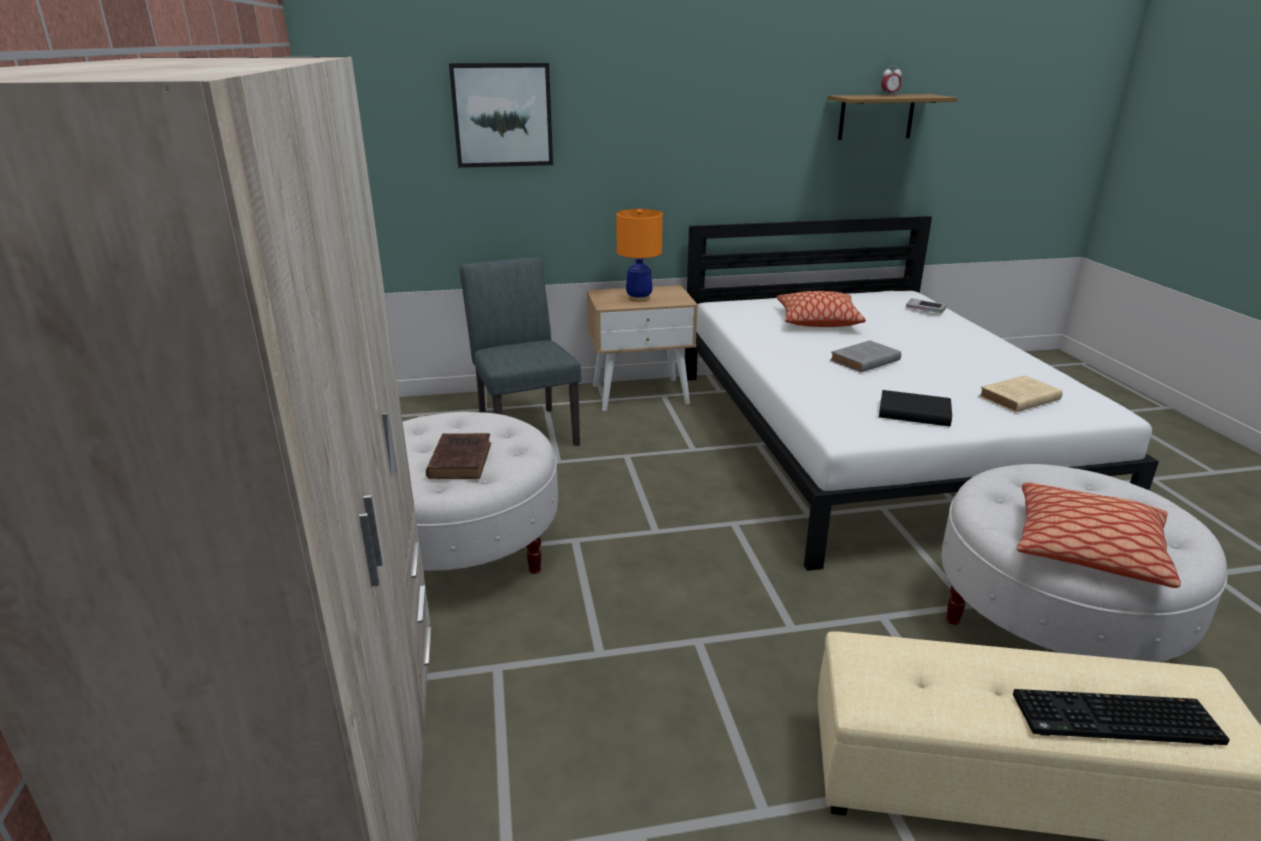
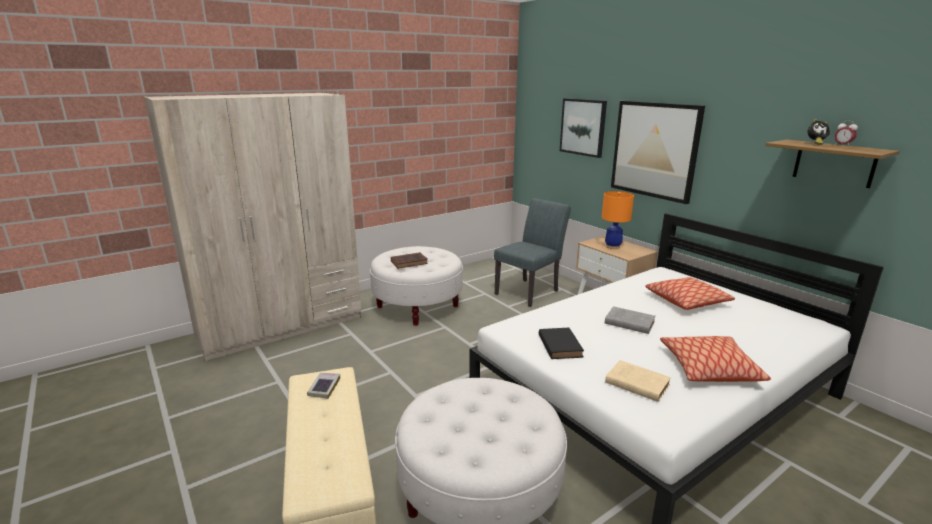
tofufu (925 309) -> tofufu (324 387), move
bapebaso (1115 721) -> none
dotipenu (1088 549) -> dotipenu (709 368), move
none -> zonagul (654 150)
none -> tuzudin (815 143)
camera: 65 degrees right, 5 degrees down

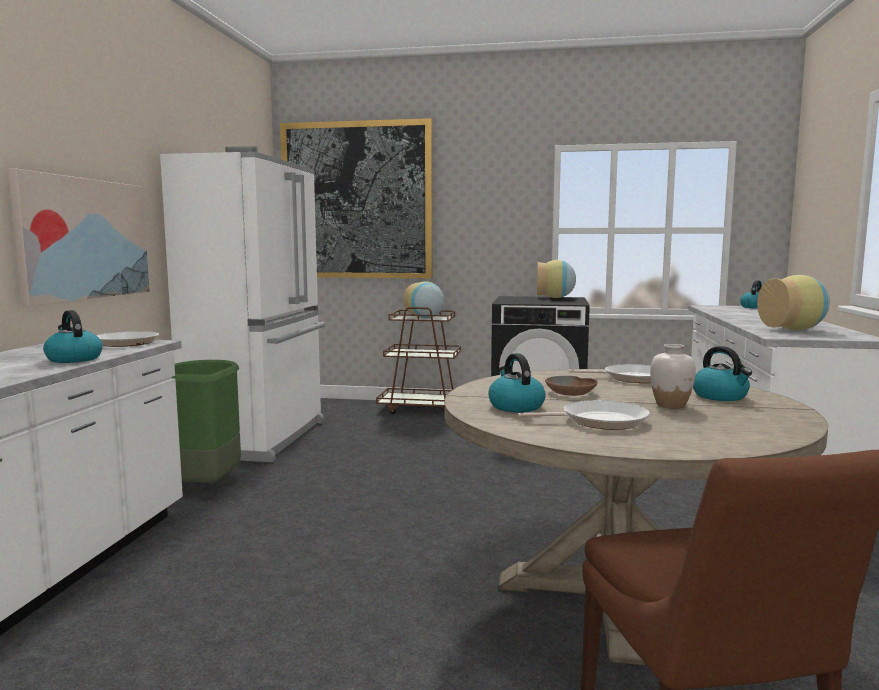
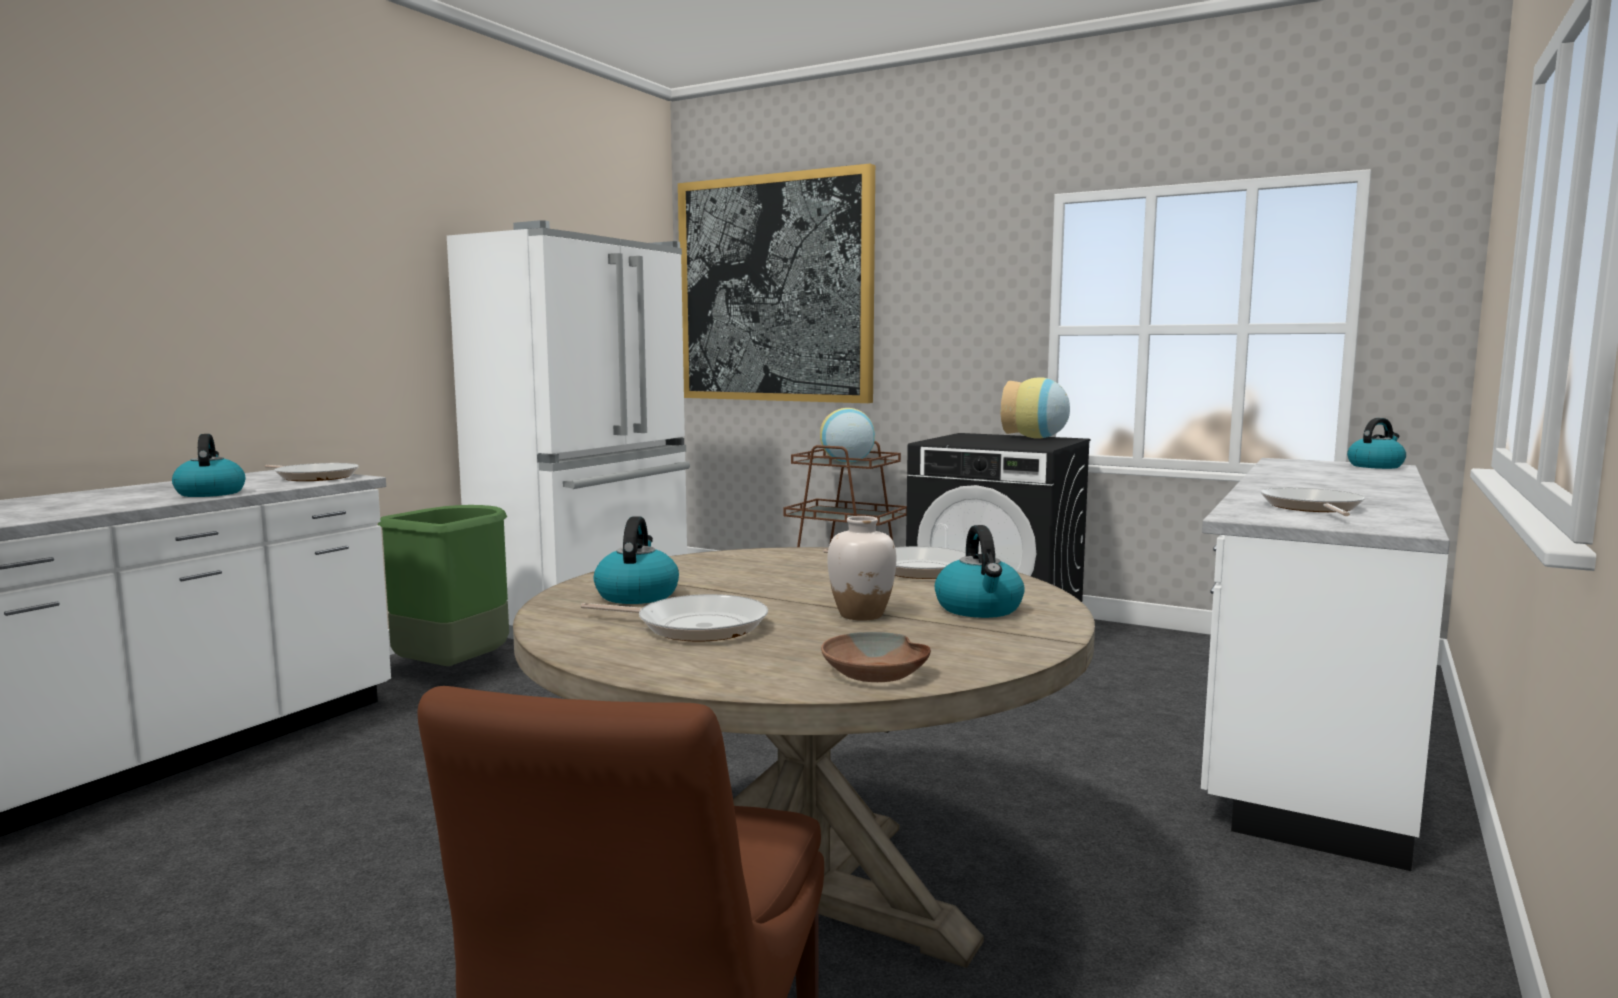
zonagul (84 239) -> none
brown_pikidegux (571 392) -> brown_pikidegux (875 673), move
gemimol (794 329) -> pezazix (1312 508)
camera: 20 degrees right, 0 degrees up

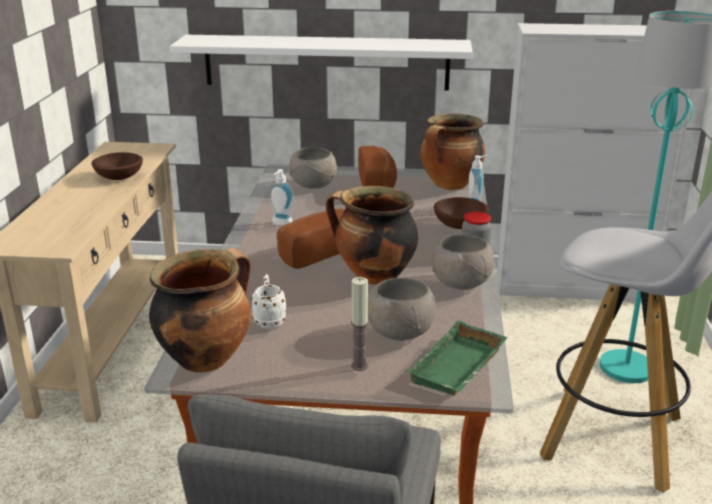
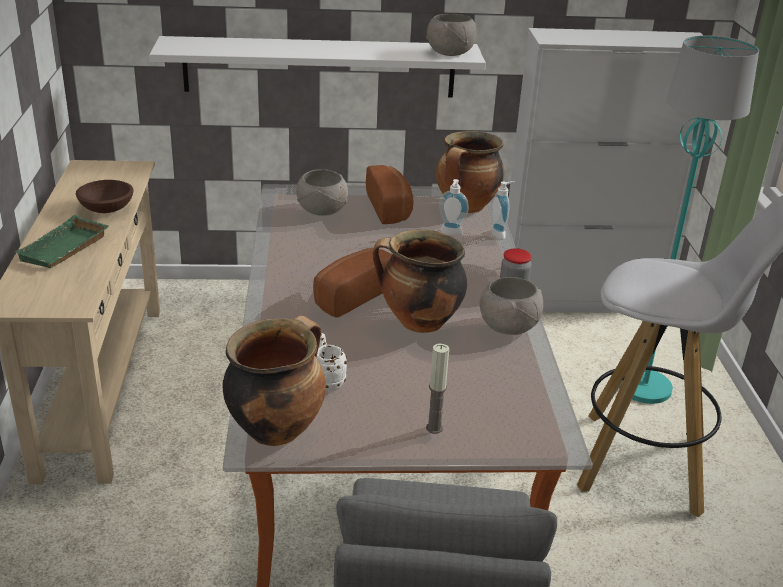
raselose (281 224) -> raselose (450 233), move
grey_pikidegux (401 332) -> grey_pikidegux (451 53), move
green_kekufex (460 368) -> green_kekufex (65 250), move
brown_pikidegux (459 226) -> none
camera: 10 degrees left, 5 degrees up

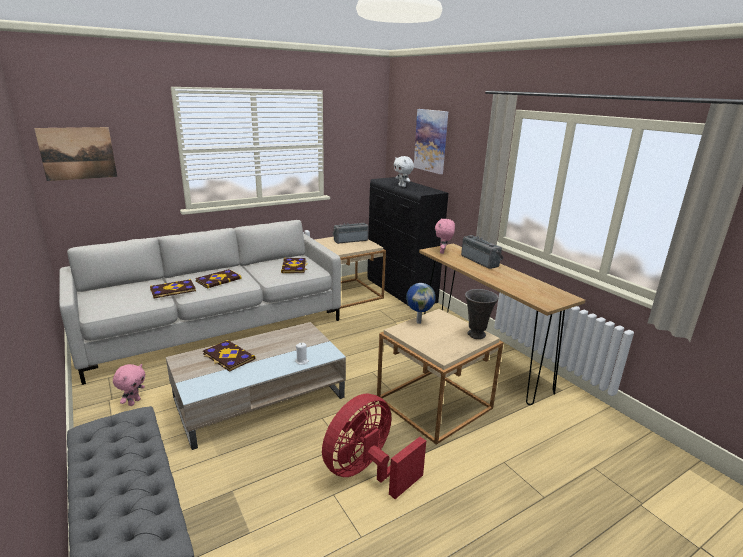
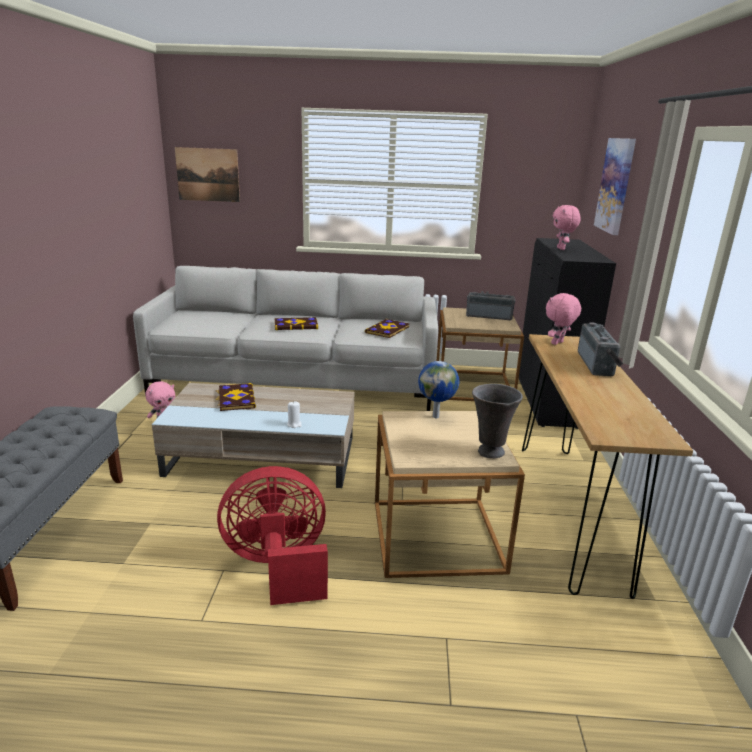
tofufu (173 290) -> none
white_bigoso (402 186) -> pink_bigoso (561 249)
camera: 35 degrees right, 0 degrees up

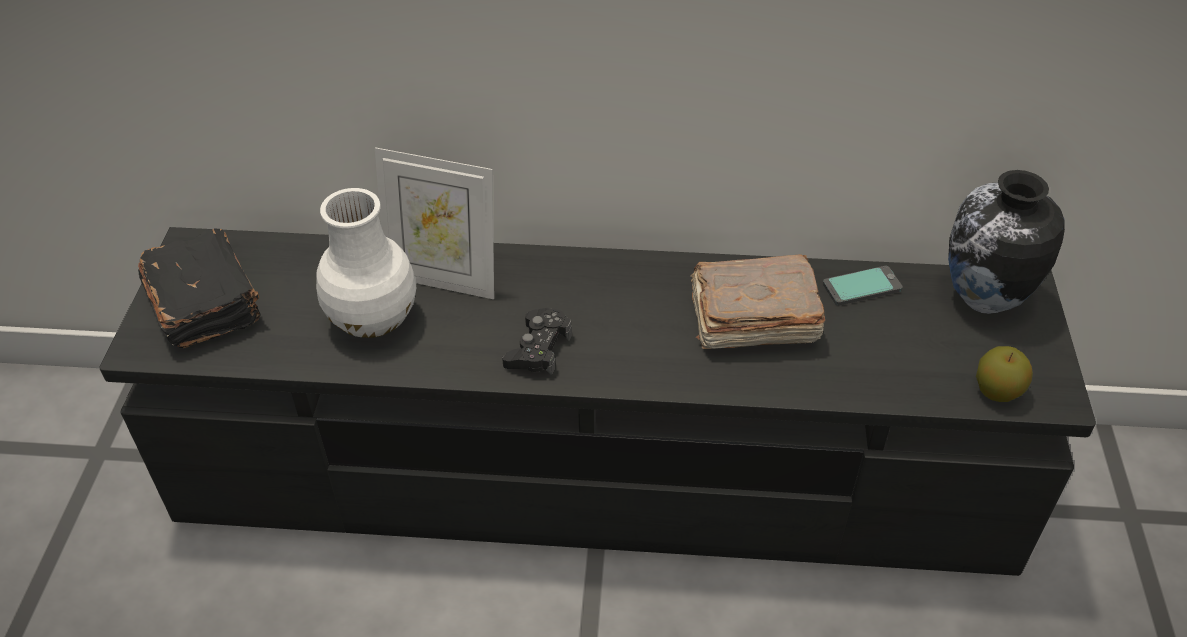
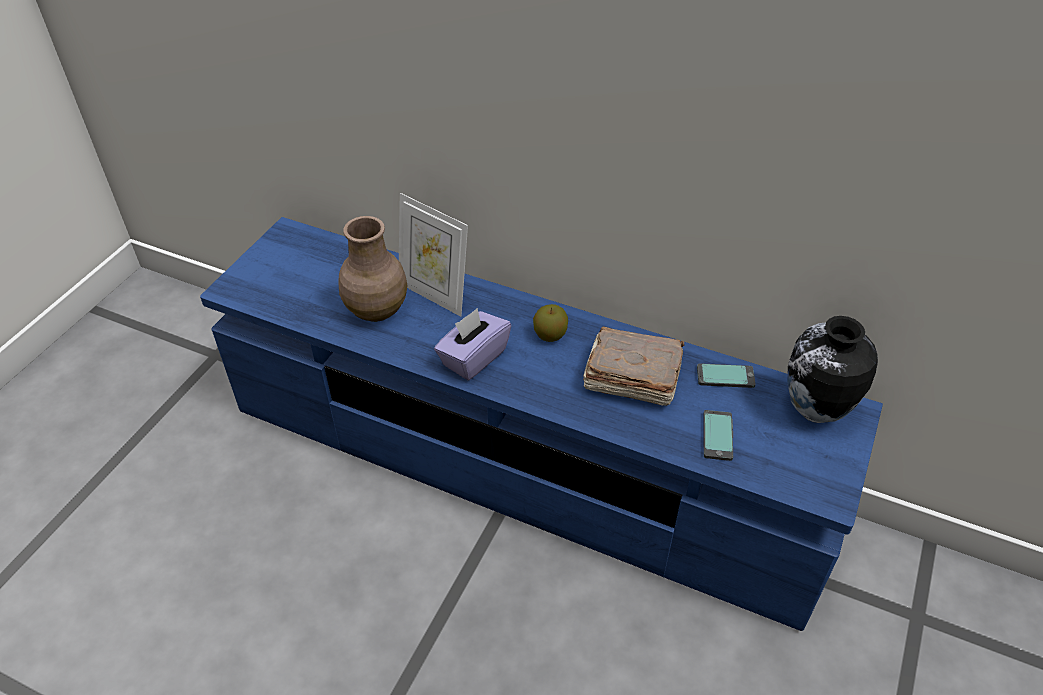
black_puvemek (594 476) -> blue_puvemek (521 463)
black_tofufu (206 303) -> none
white_gemimol (372 320) -> brown_gemimol (376 309)
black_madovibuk (538 349) -> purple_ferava (473 358)
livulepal (997 391) -> livulepal (550 335), move
none -> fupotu (718 436)
camera: 20 degrees right, 0 degrees up

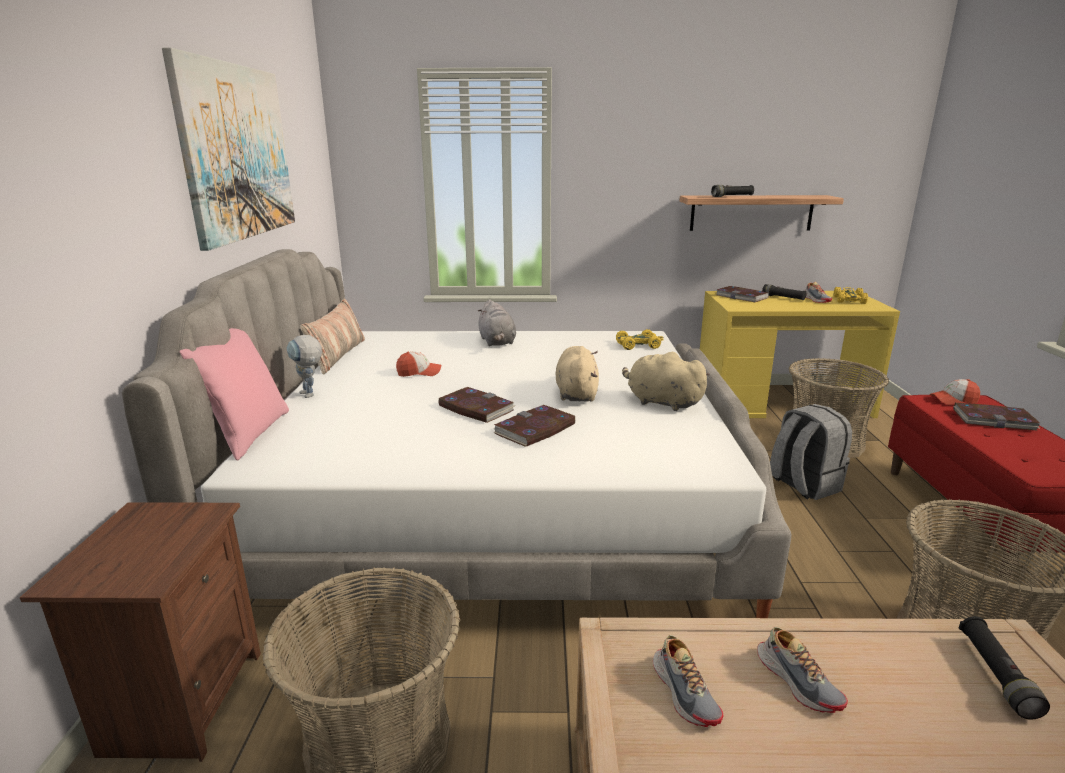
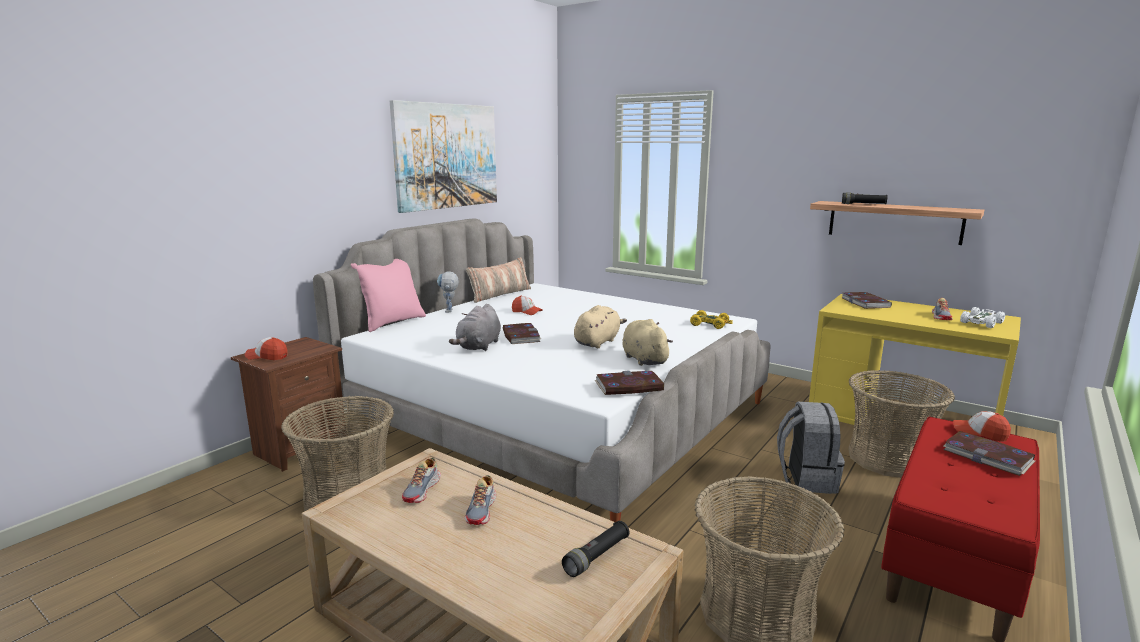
grey_bigoso (497 342) -> grey_bigoso (478 346), move
tofufu (535 429) -> tofufu (629 386), move
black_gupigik (783 298) -> none
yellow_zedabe (848 300) -> white_zedabe (981 322)
none -> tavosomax (267 356)
camera: 35 degrees right, 5 degrees down

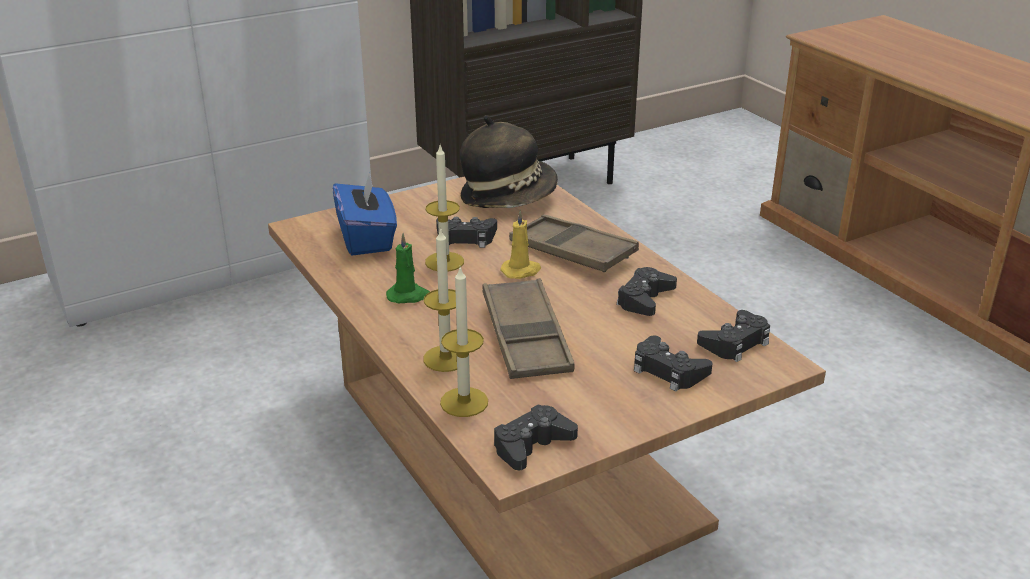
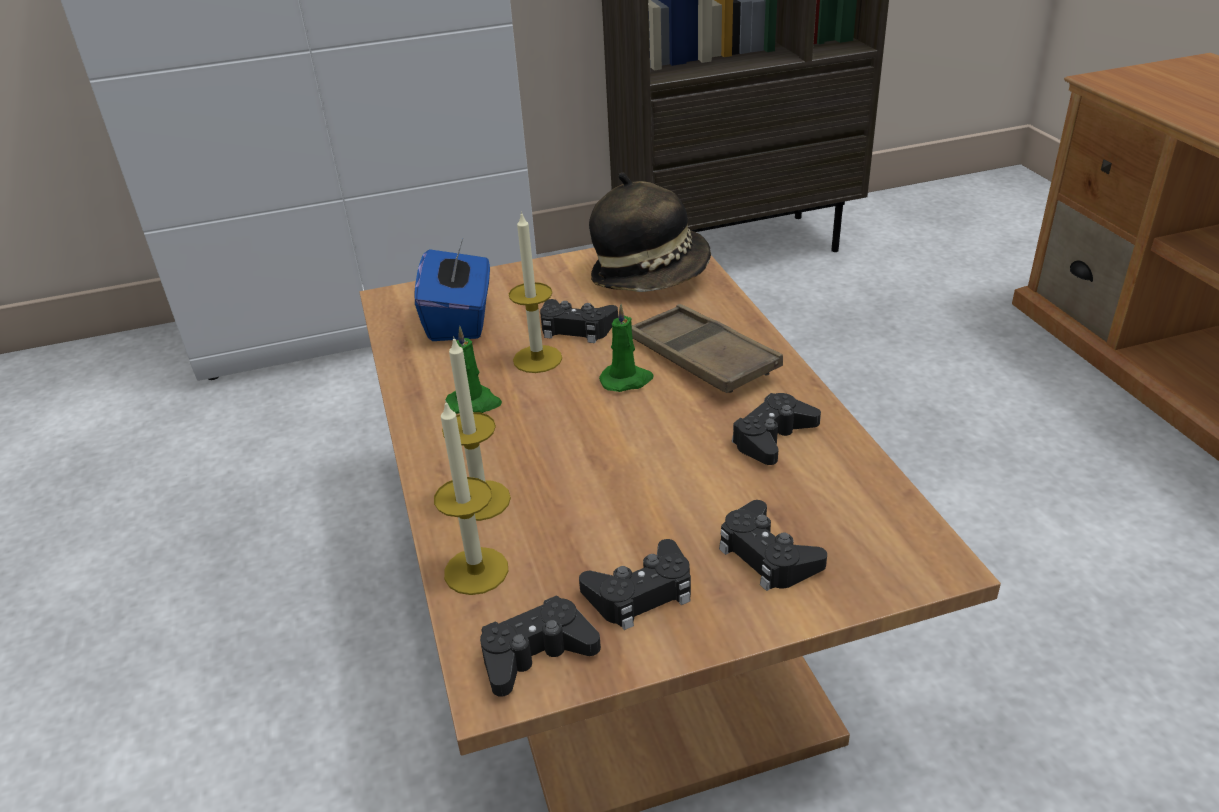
brown_kekufex (526 337) -> none
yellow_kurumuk (521 271) -> green_kurumuk (627 380)
black_madovibuk (735 343) -> black_madovibuk (641 593), move
camera: 15 degrees right, 5 degrees up

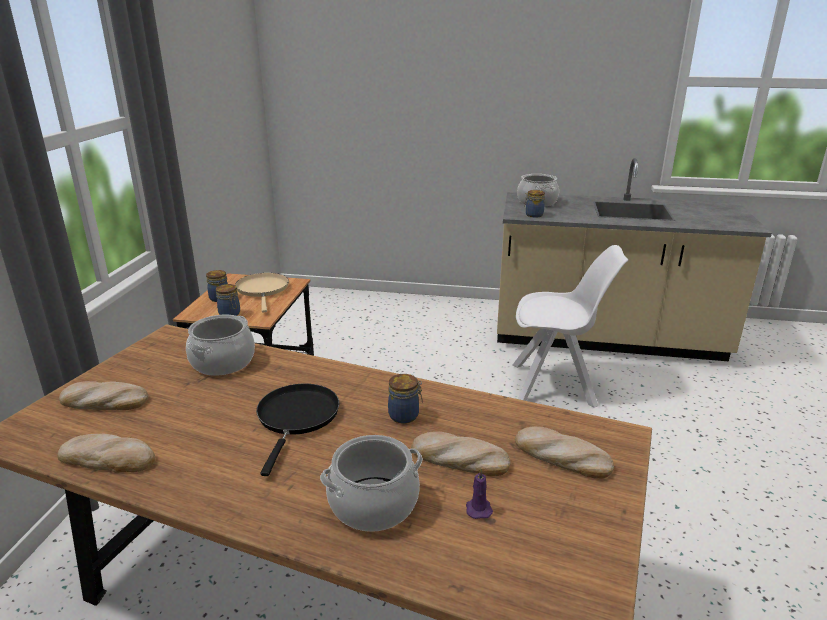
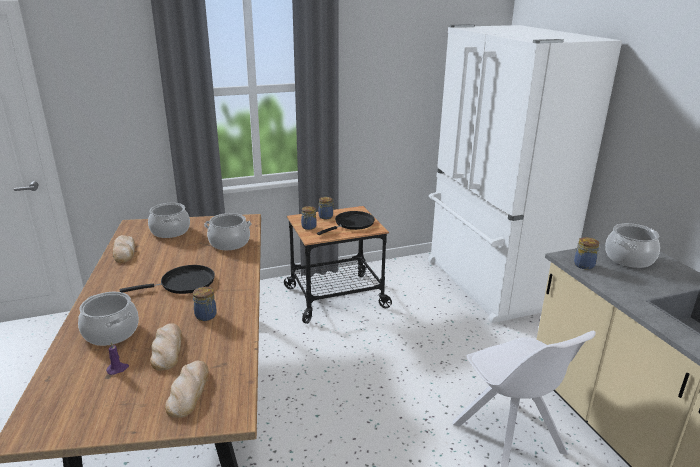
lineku (103 401) -> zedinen (170 231)
beige_pezazix (263 290) -> black_pezazix (352 224)
none -> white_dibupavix (489 283)
camera: 60 degrees right, 0 degrees up

